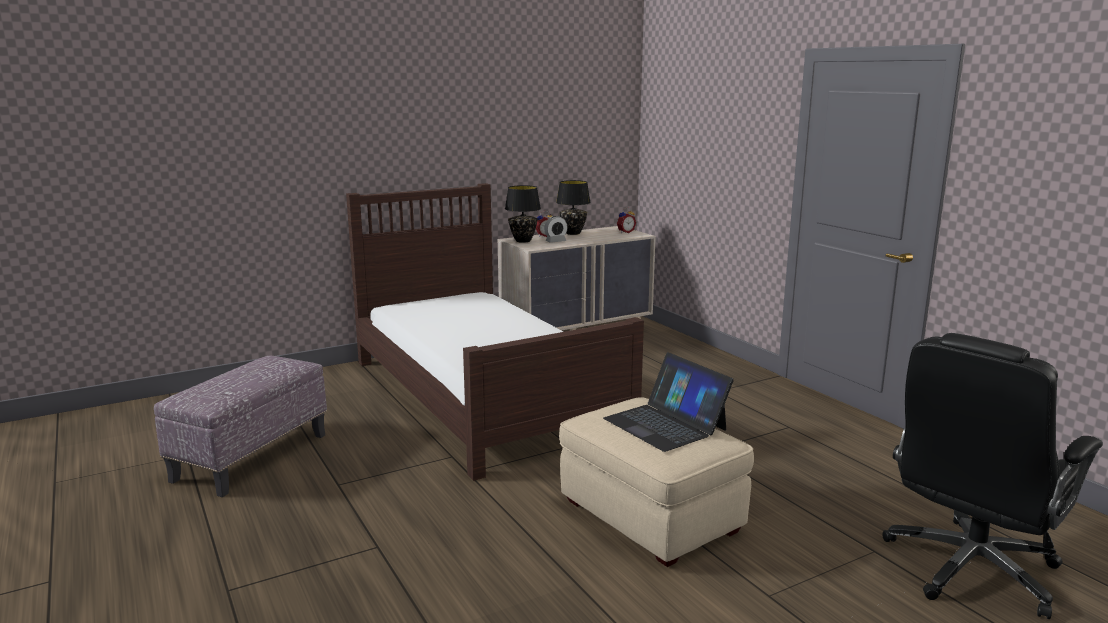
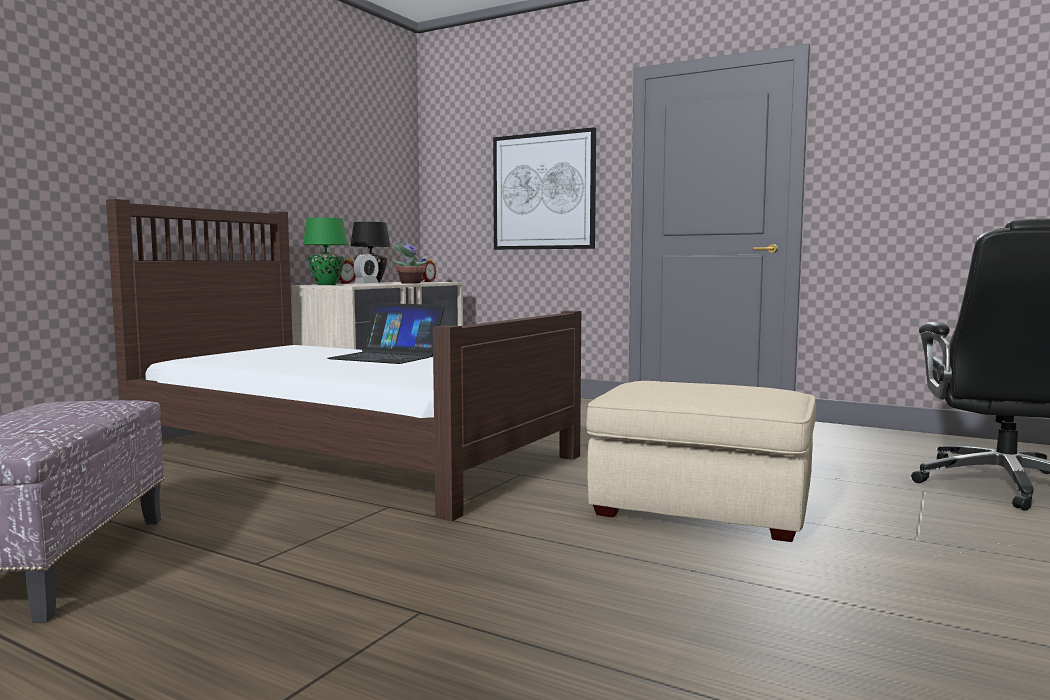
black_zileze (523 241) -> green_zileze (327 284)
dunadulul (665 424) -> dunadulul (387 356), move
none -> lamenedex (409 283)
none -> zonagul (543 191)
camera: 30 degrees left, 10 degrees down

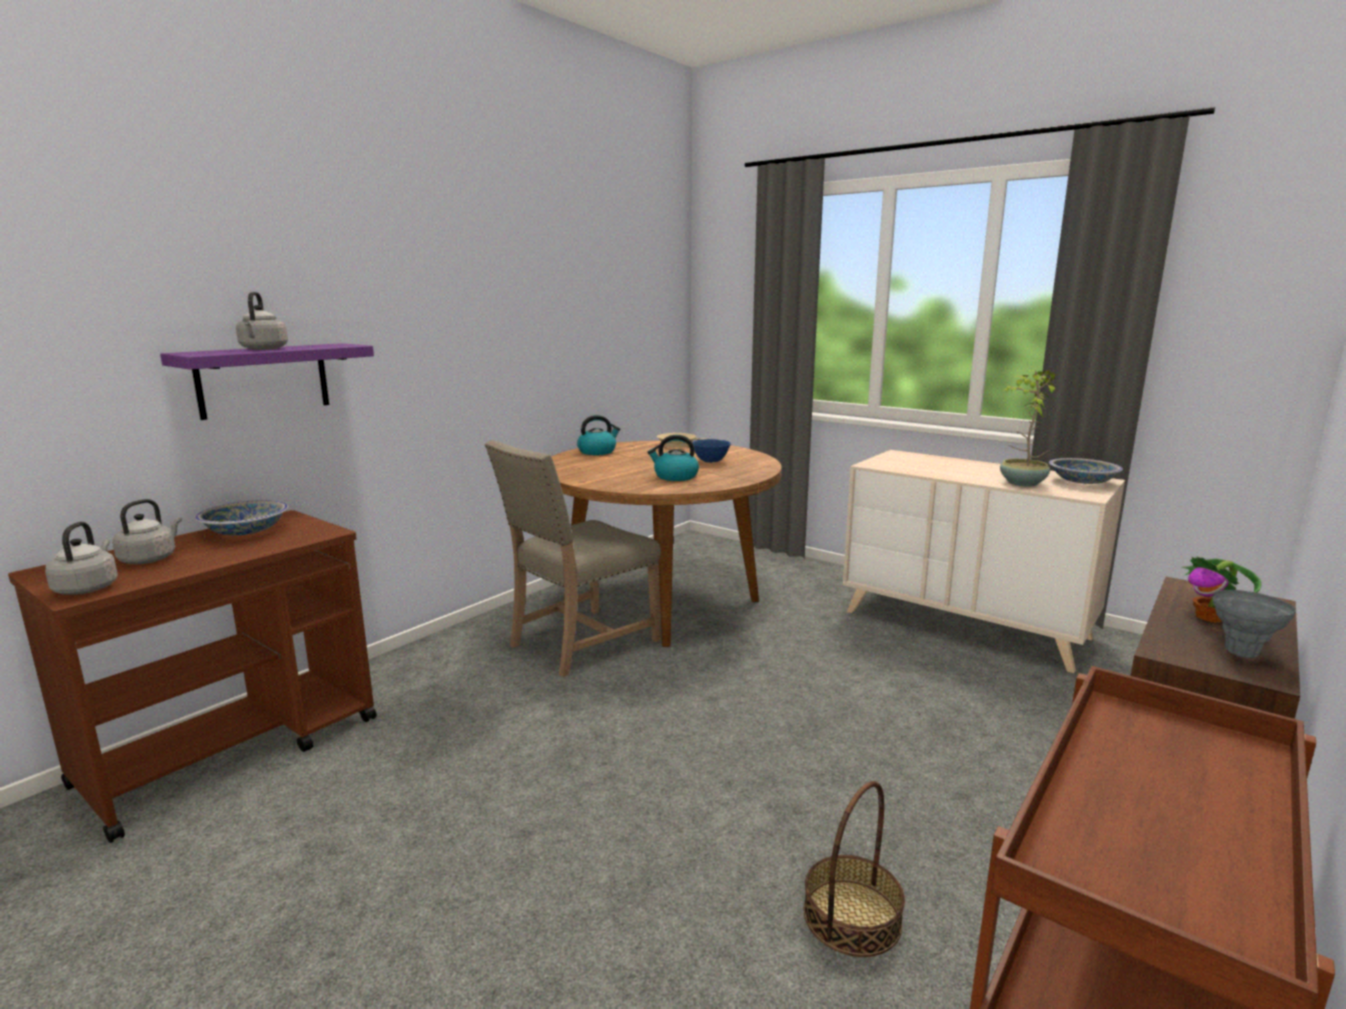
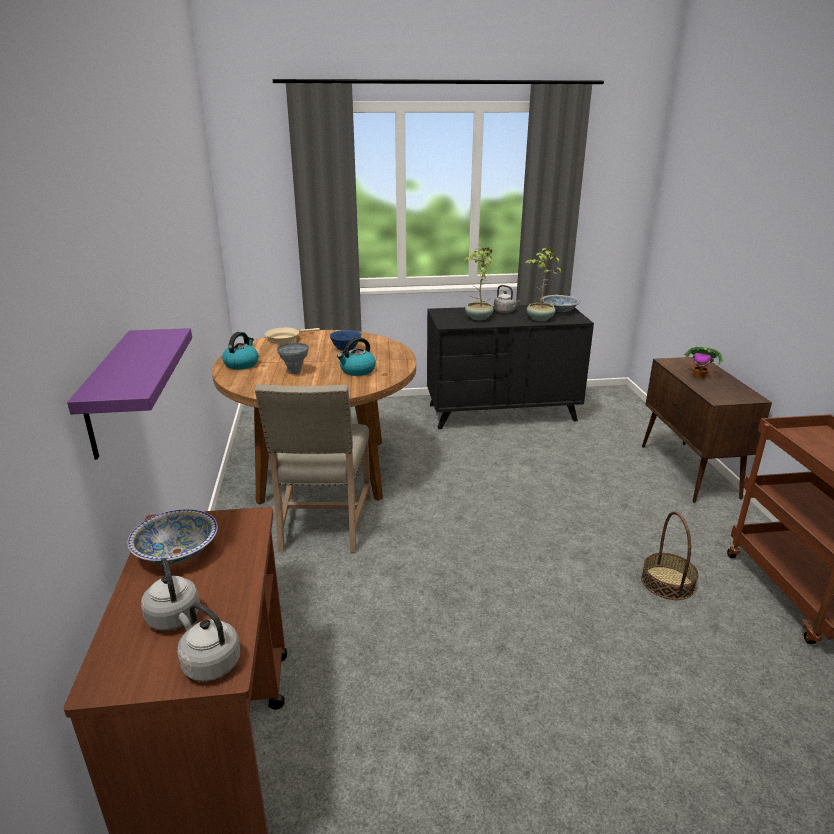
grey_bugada (263 349) -> grey_bugada (505 311), move
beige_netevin (966 624) -> black_netevin (502 412)
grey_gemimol (1241 653) -> grey_gemimol (295 372), move
none -> lamenedex (478 318)
camera: 45 degrees left, 10 degrees up

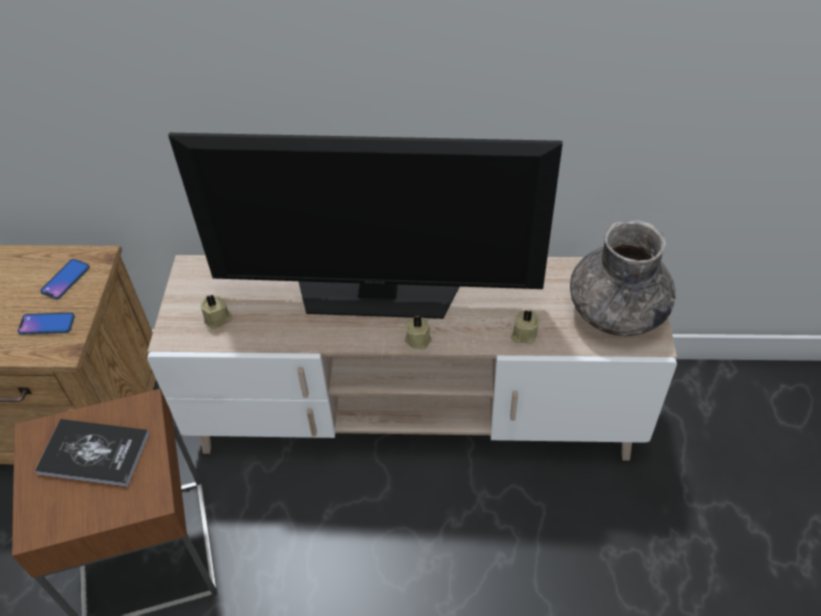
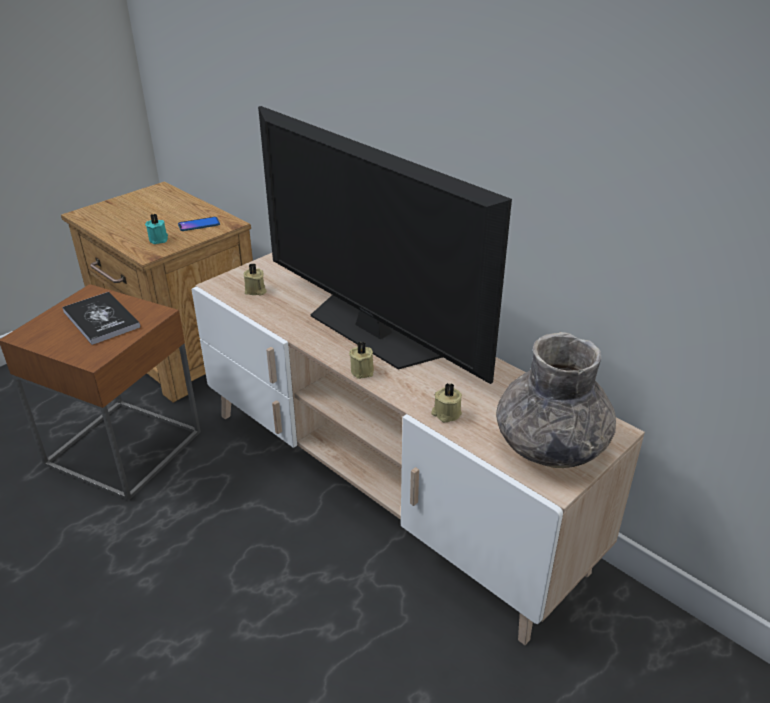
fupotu (47 324) -> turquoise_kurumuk (159 239)
camera: 40 degrees right, 15 degrees down

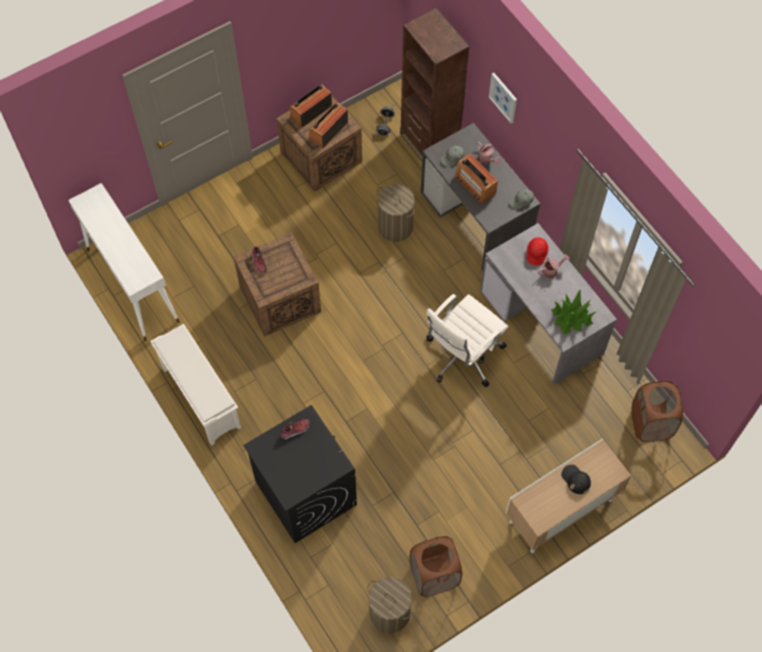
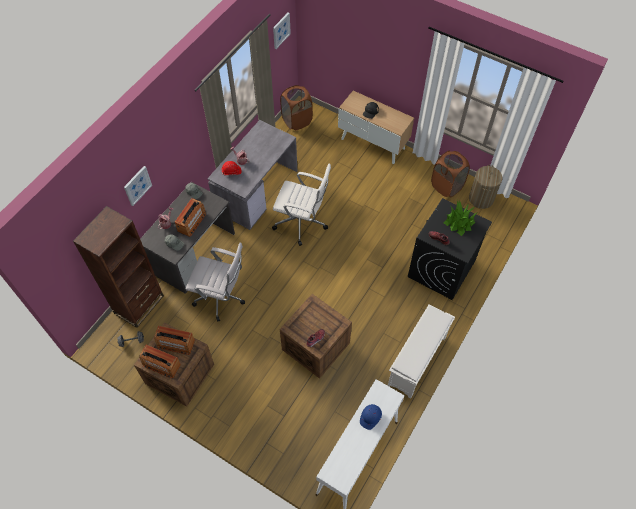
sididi (395 227) -> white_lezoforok (222 298)
lamenedex (571 317) -> lamenedex (459 222), move
none -> zonagul (281 30)
none -> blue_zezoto (370 417)
camera: 115 degrees left, 5 degrees down

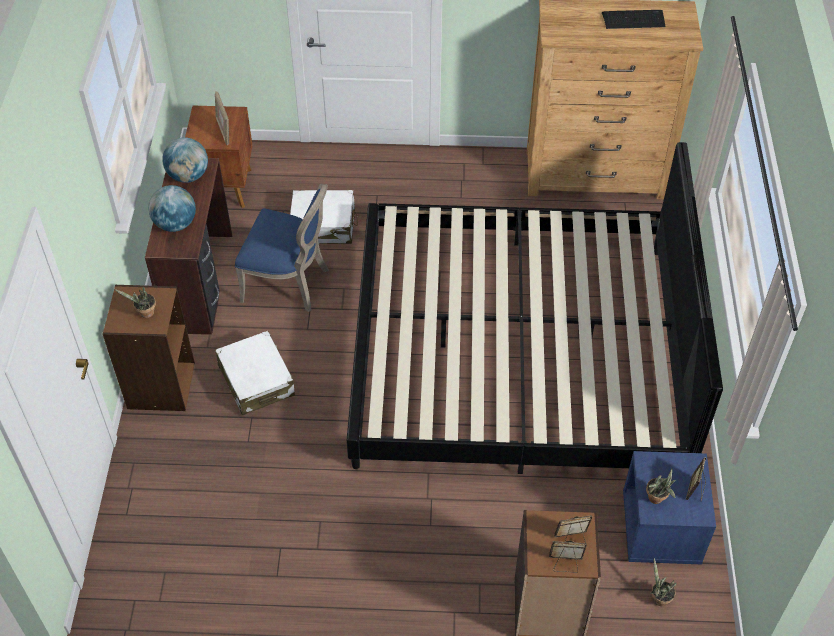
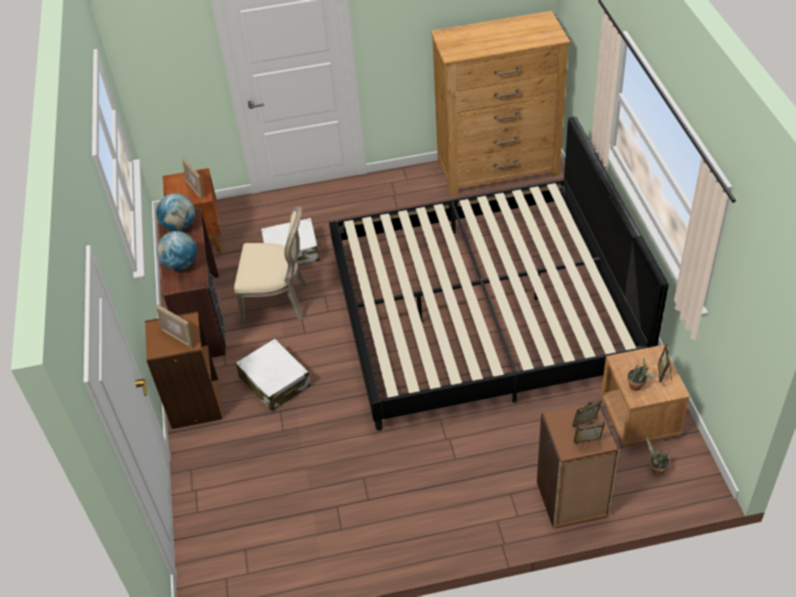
lamenedex (145 314) -> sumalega (178 337)
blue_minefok (289 283) -> beige_minefok (278 301)
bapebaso (633 20) -> none
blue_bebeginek (661 530) -> brown_bebeginek (640 418)
camera: 10 degrees left, 5 degrees down

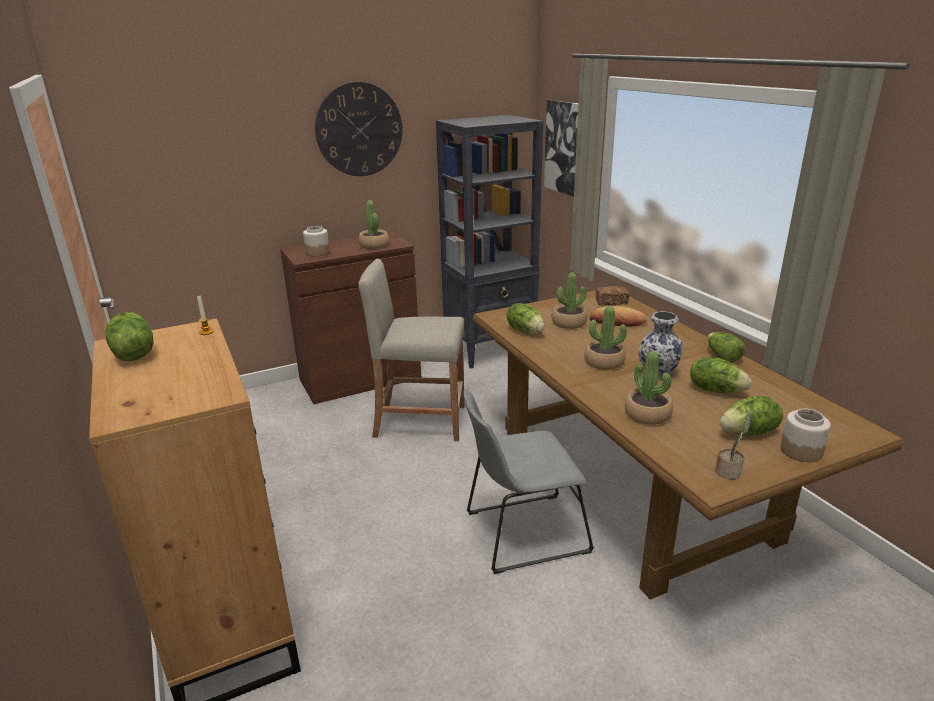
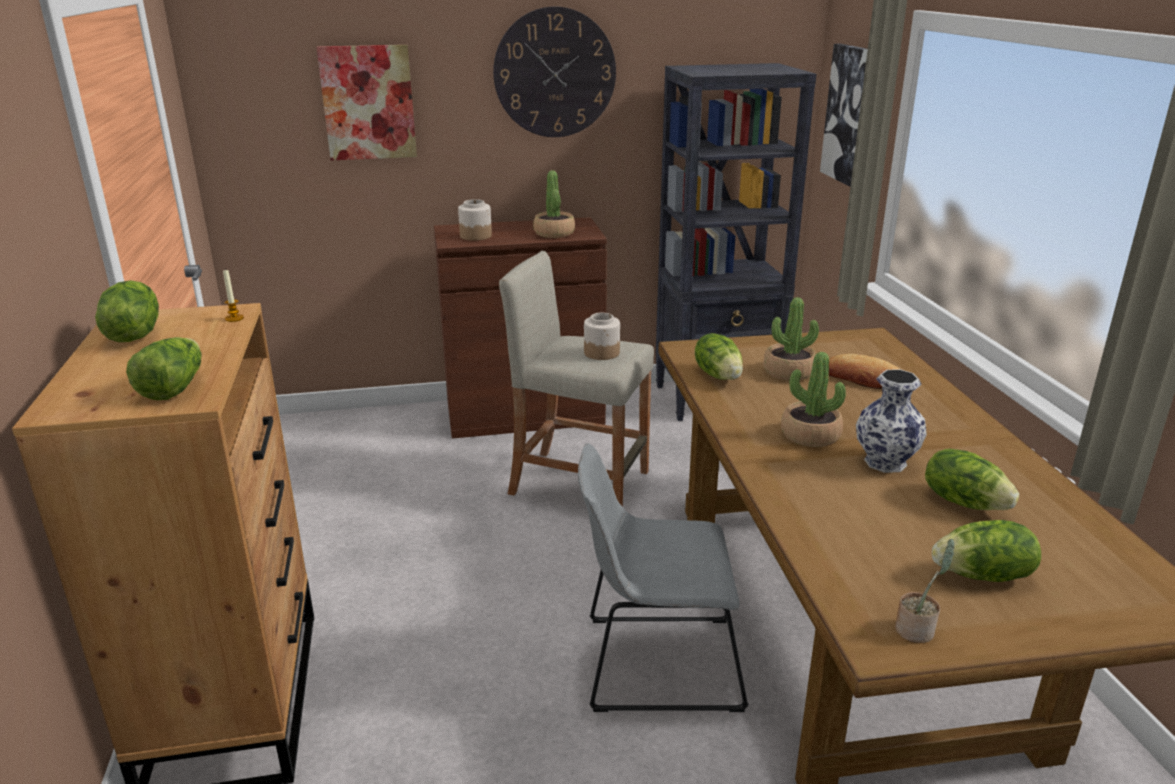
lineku (611 302) -> none
lamenedex (648 414) -> none
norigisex (722 357) -> norigisex (173 387), move
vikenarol (801 451) -> vikenarol (602 353), move
none -> zonagul (368 103)
camera: 15 degrees right, 0 degrees up

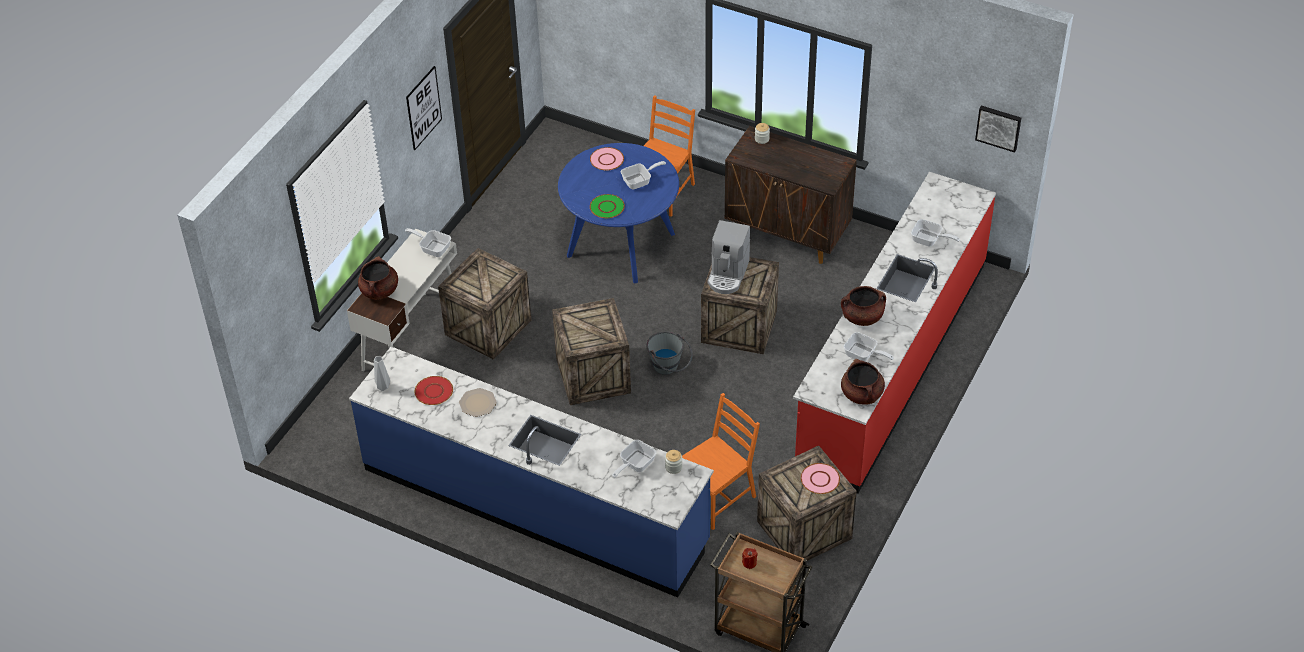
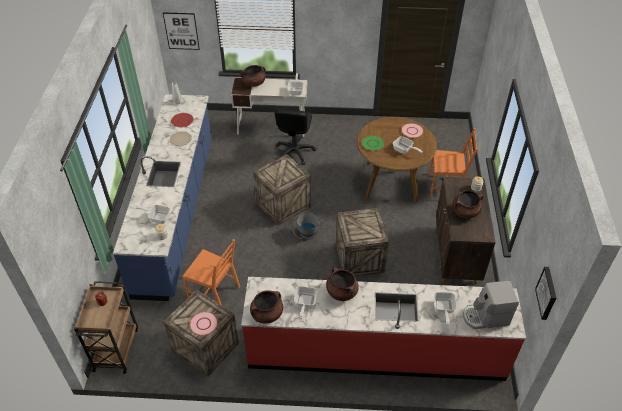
zonagul (423 108) -> zonagul (181 31), move
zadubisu (488 328) -> black_lezoforok (294 152)
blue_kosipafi (621 244) -> brown_kosipafi (391 182)
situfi (728 274) -> situfi (485 317), move
none -> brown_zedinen (465 212)
camera: 65 degrees right, 0 degrees up

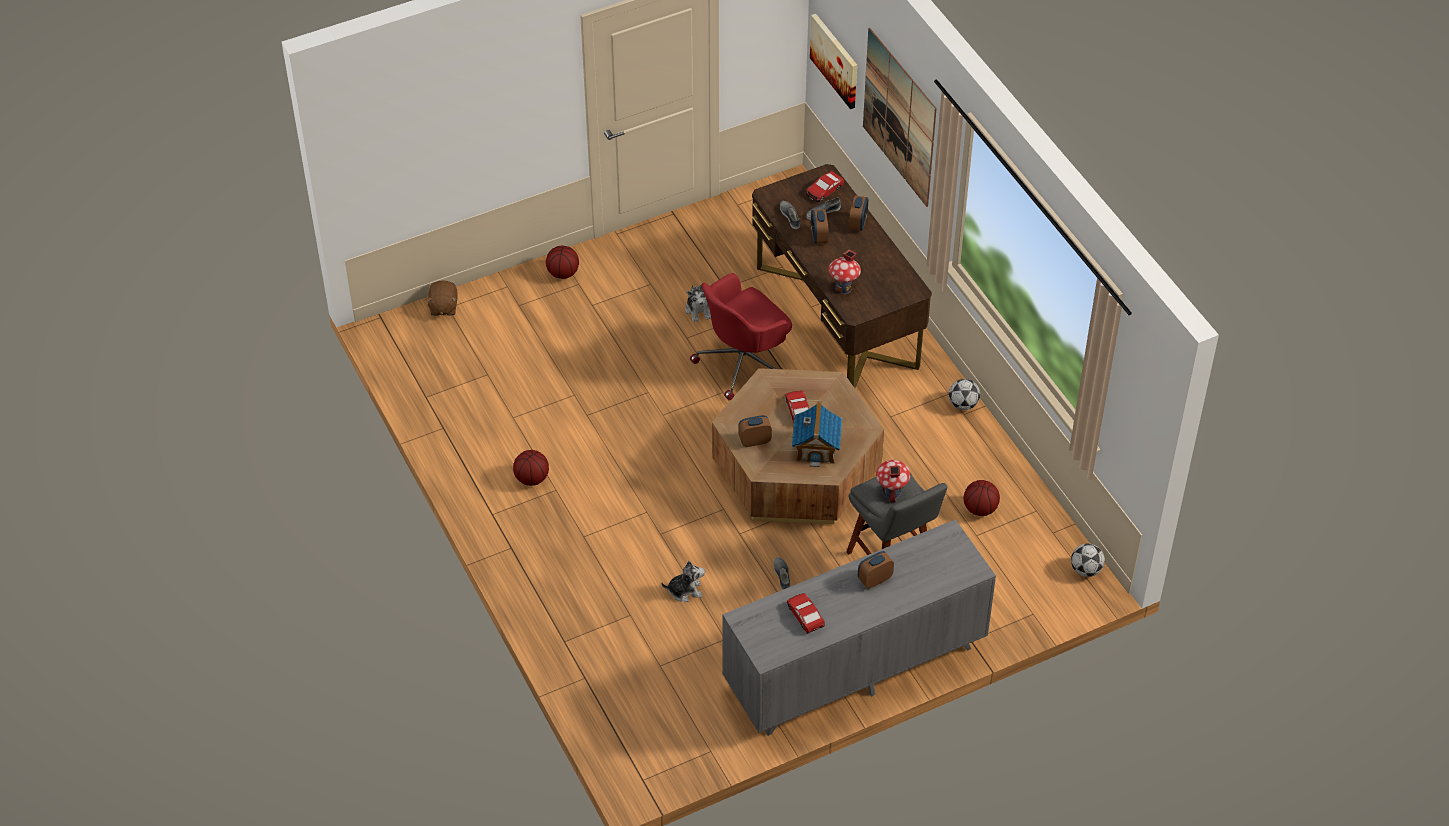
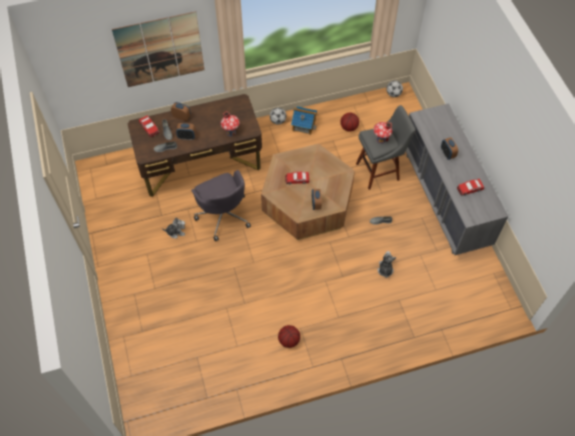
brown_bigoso (443 307) -> none
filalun (563 273) -> none
red_lezoforok (744 362) -> grey_lezoforok (223 214)
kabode (816 447) -> kabode (303 125), move
zonagul (835 60) -> none
camera: 80 degrees left, 10 degrees up

